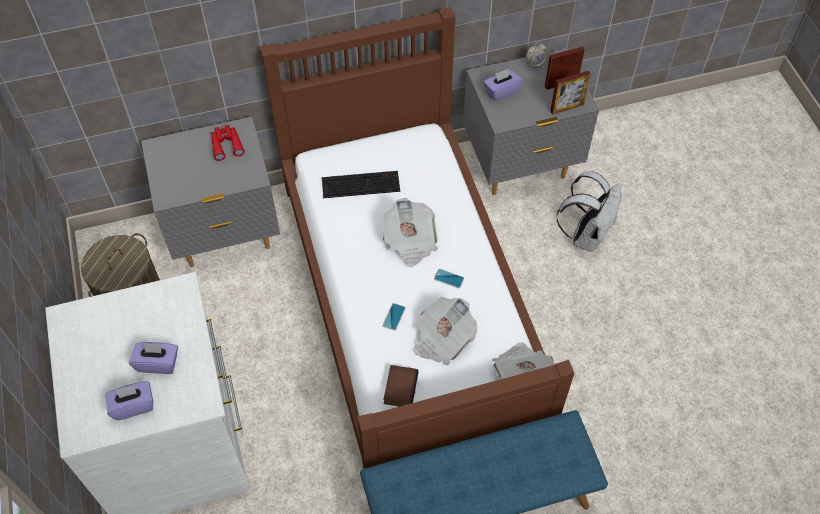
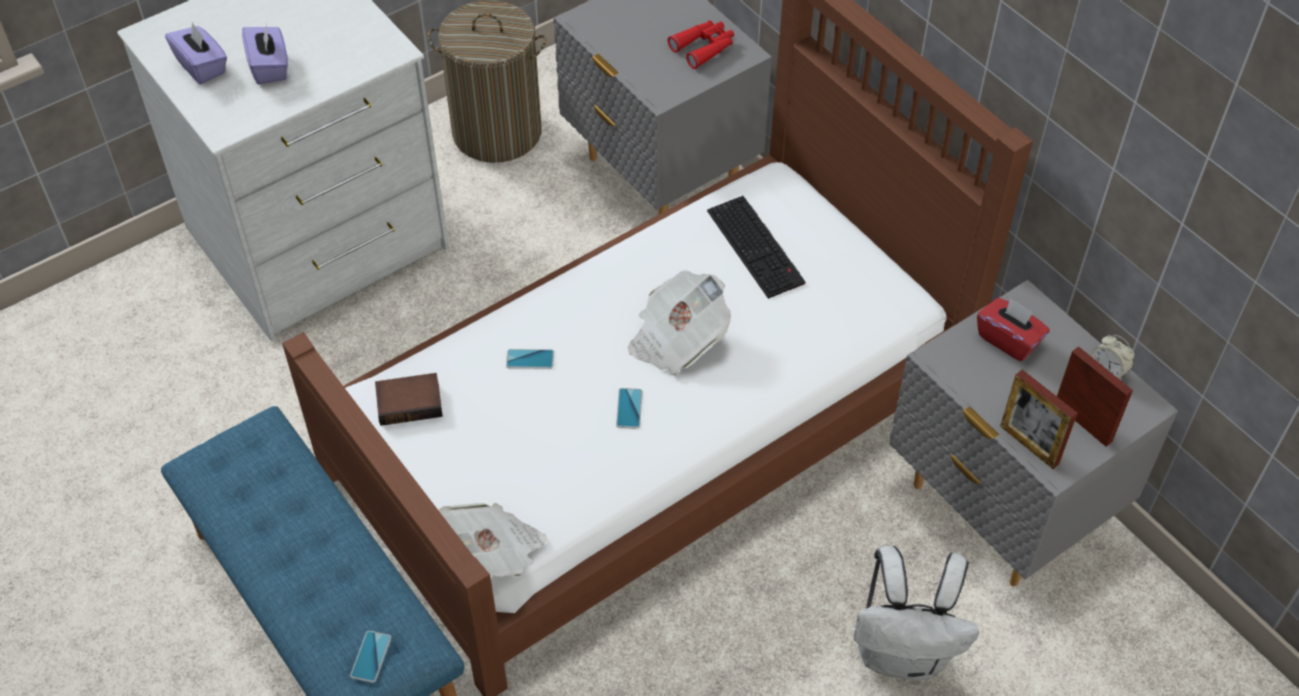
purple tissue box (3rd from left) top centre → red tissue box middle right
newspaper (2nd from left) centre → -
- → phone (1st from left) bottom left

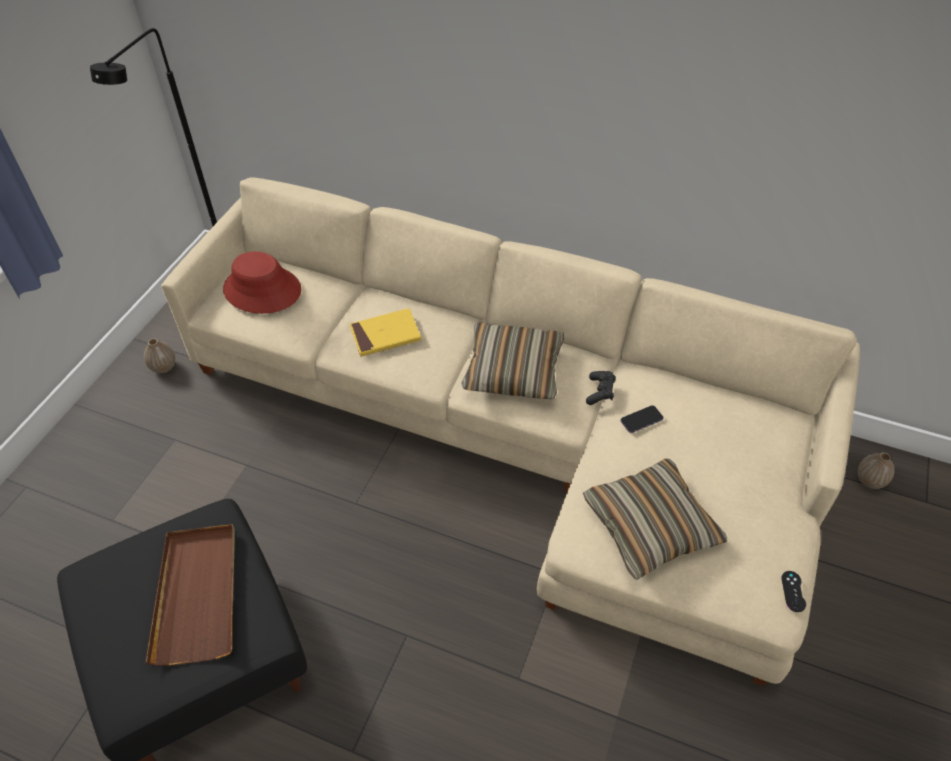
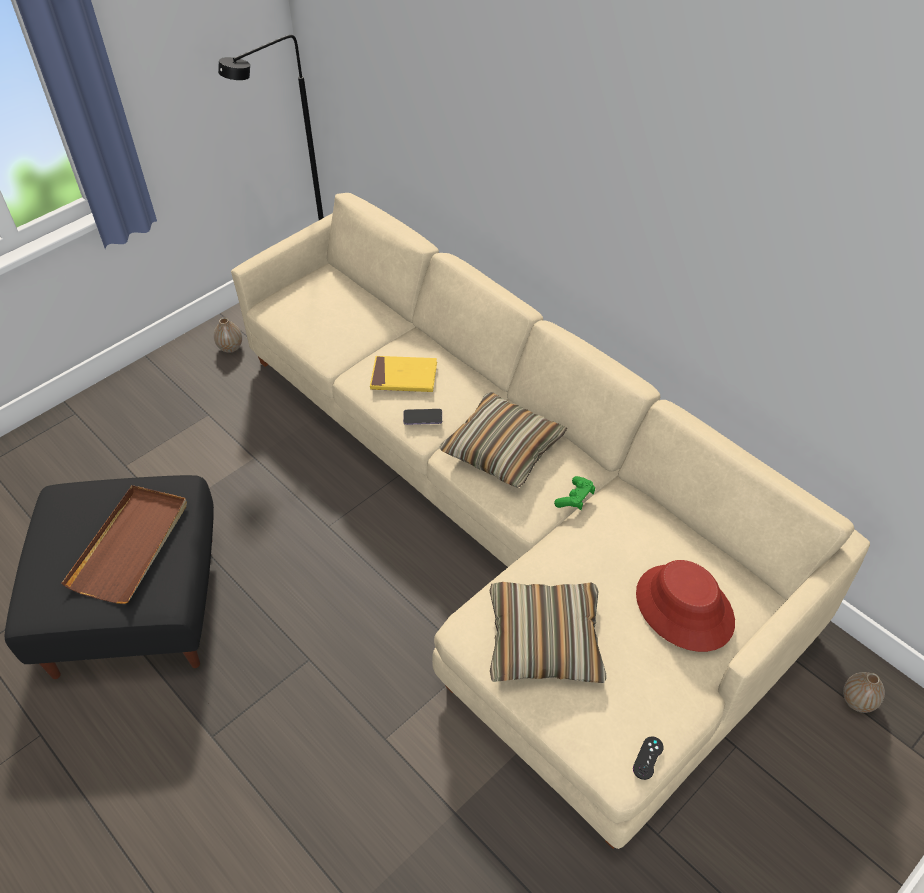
red hat middle left → red hat bottom right, moved
black game controller (1st from left) centre → green game controller centre
phone middle right → phone centre, moved

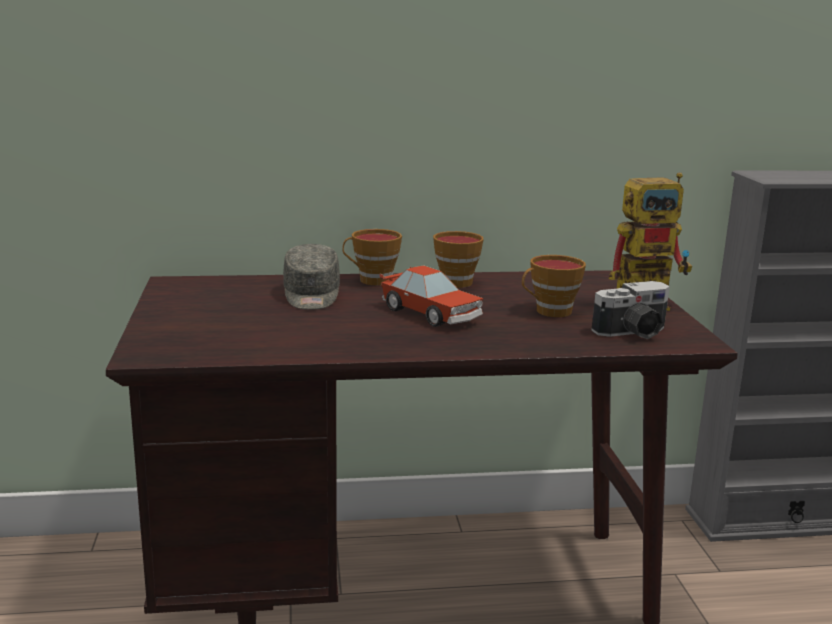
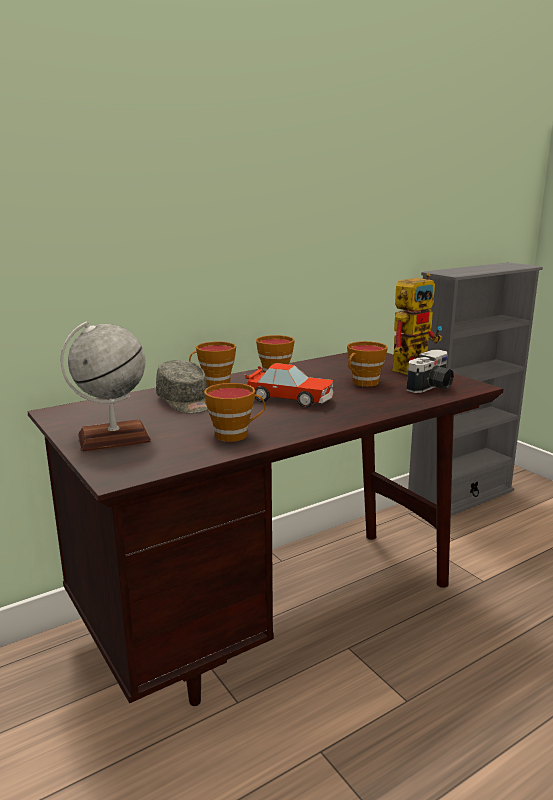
- → globe middle left
- → cup (2nd from left) centre

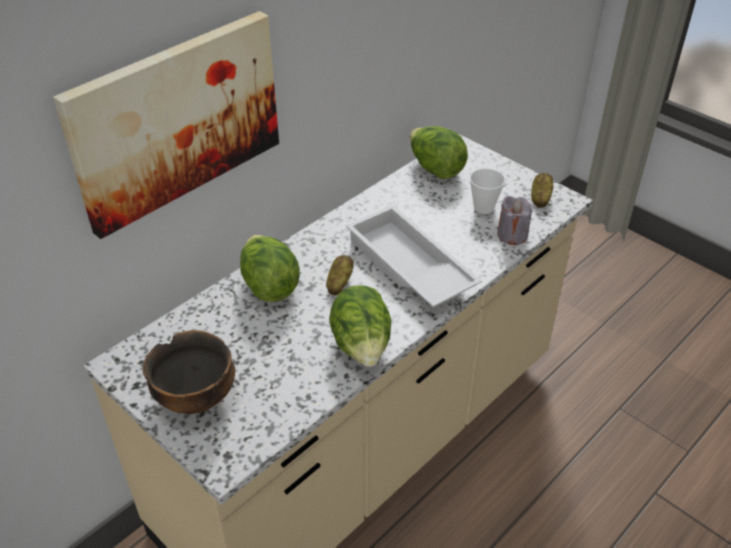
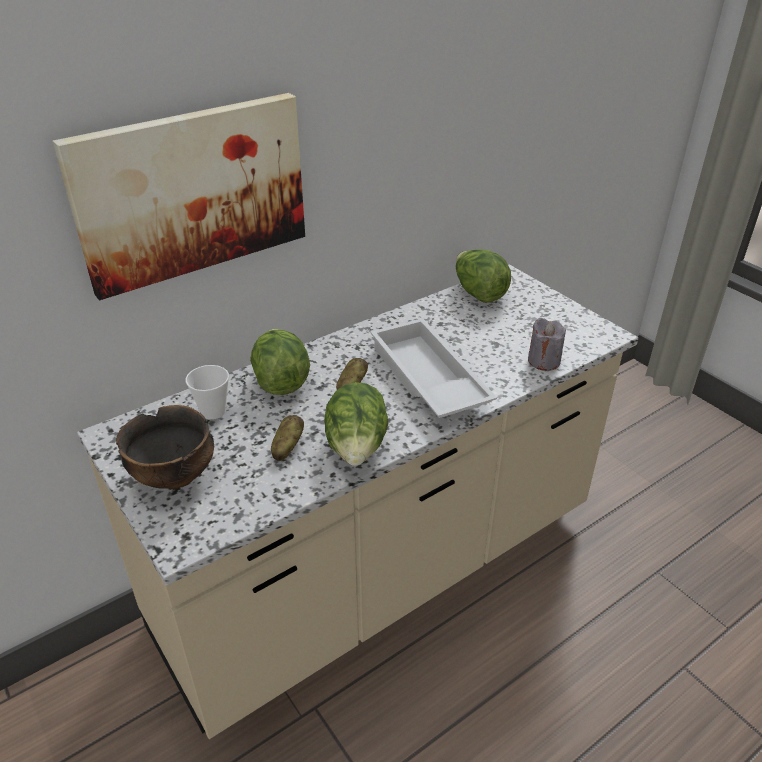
cup centre → cup middle left, moved
potato (2nd from left in the first image) middle right → potato (1st from left) centre, moved

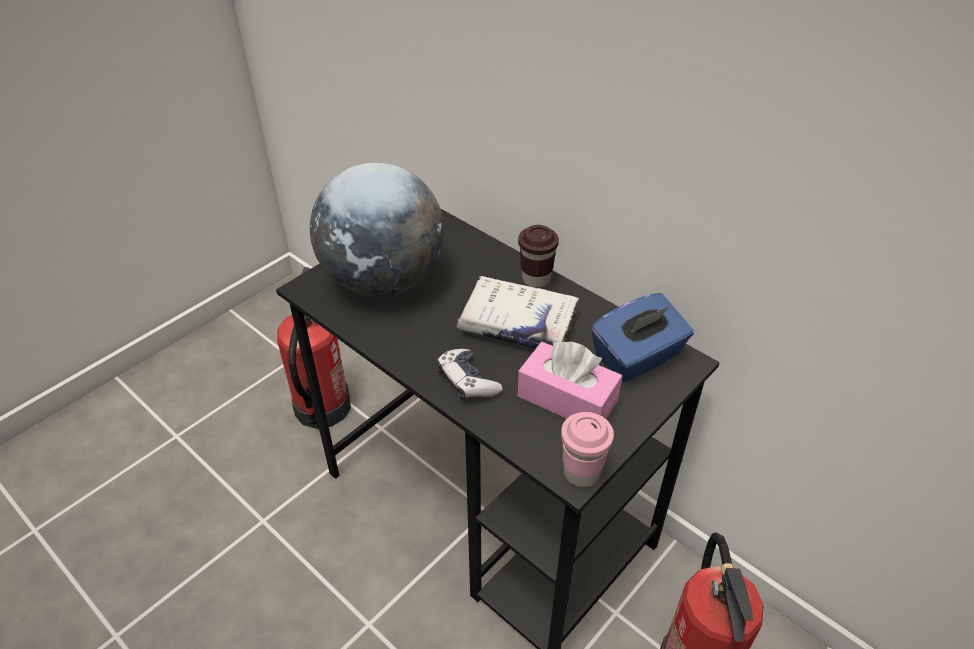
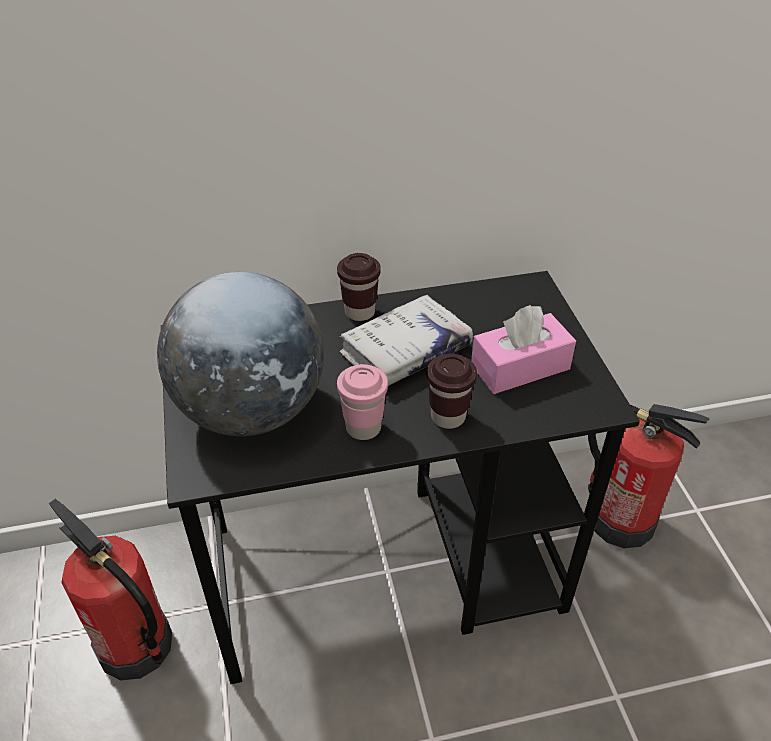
blue tissue box centre → -
game controller centre → brown cup (2nd from left) centre
pink cup bottom centre → pink cup centre, moved

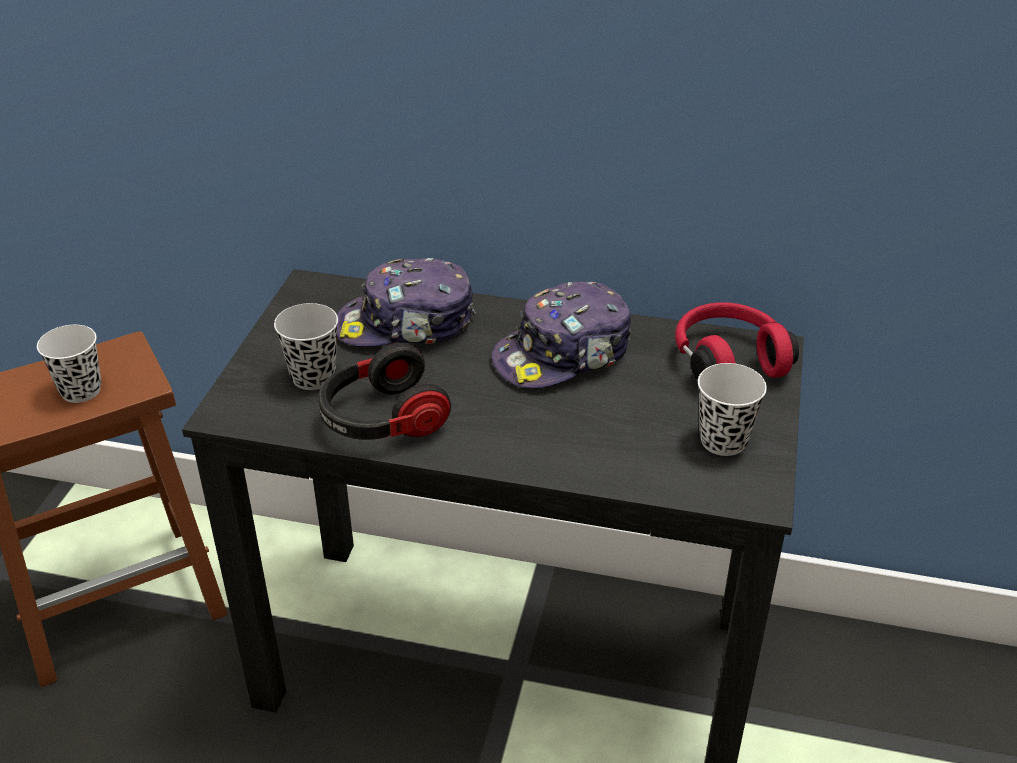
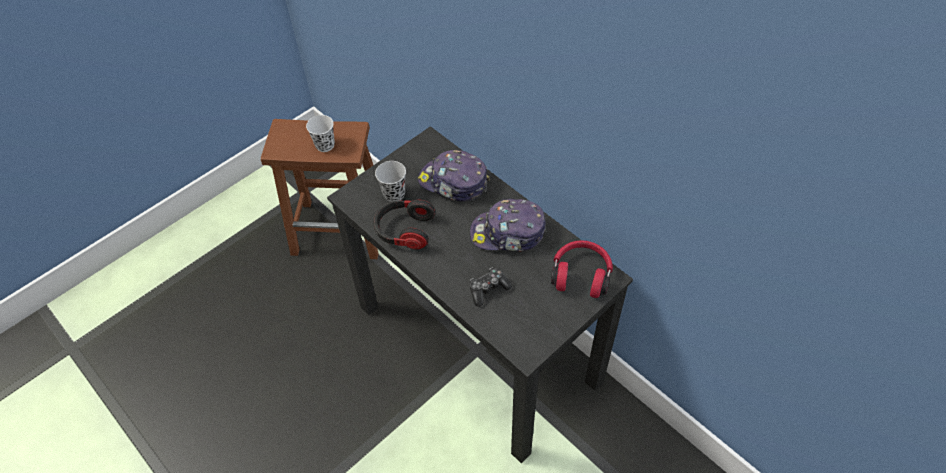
white cup (2nd from left) middle right → -
- → game controller centre

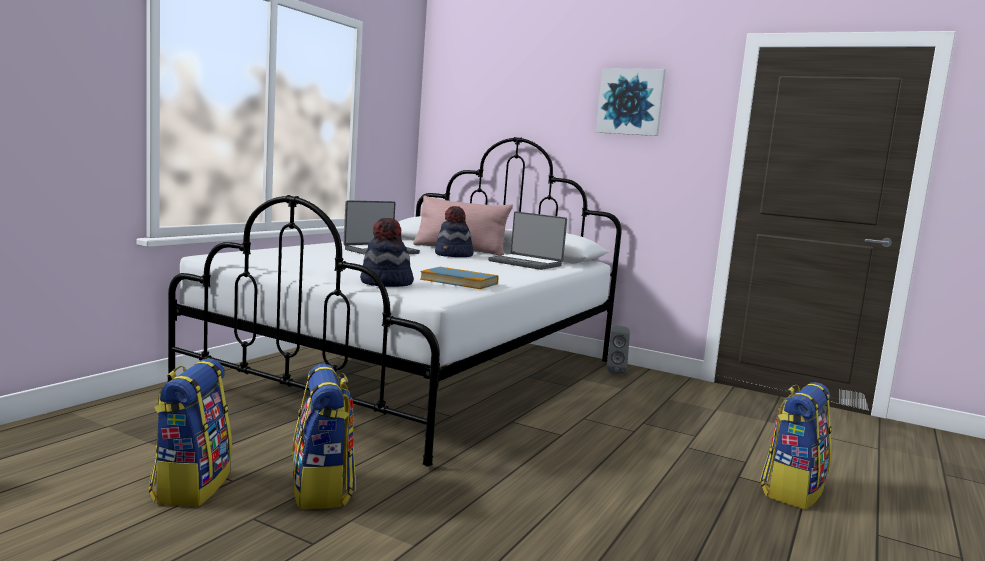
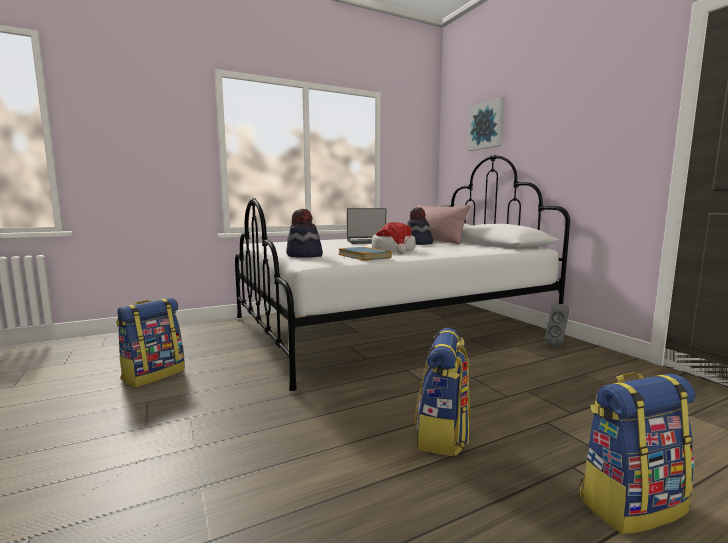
picture top centre → picture top right, moved
laptop (2nd from left) centre → -
backpack (2nd from left) bottom left → backpack (2nd from left) bottom centre, moved
- → hat (2nd from left) centre

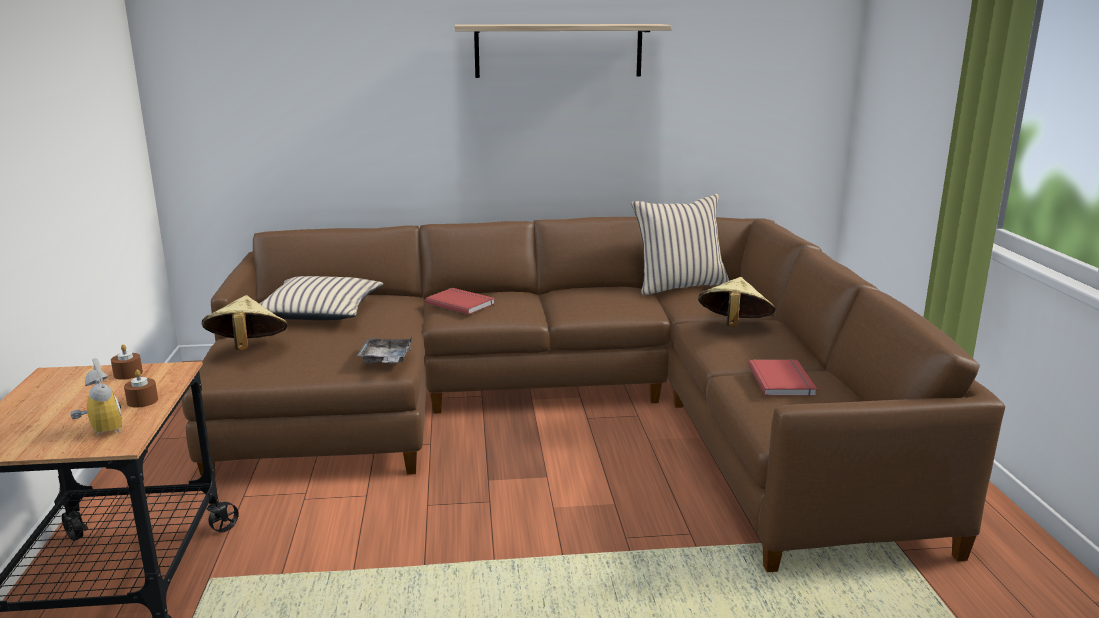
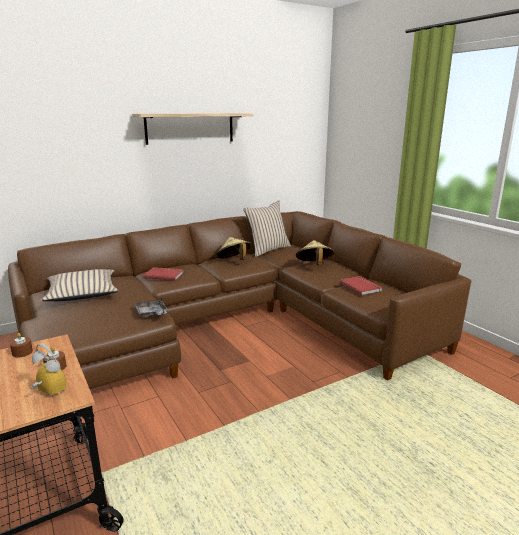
beige hat (1st from left) middle left → beige hat (1st from left) centre, moved

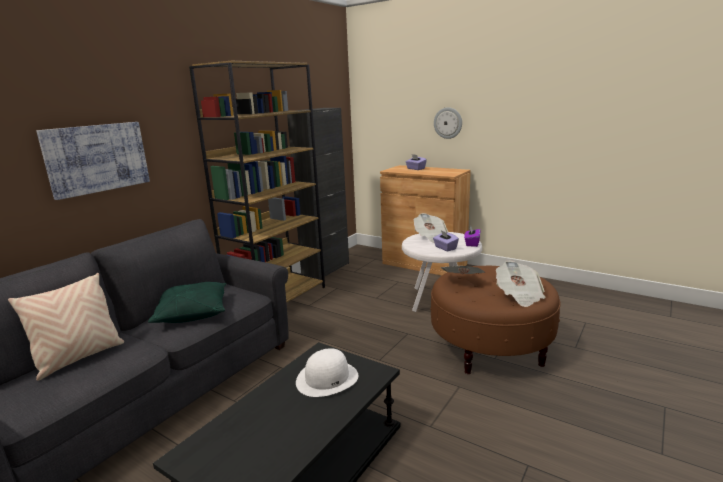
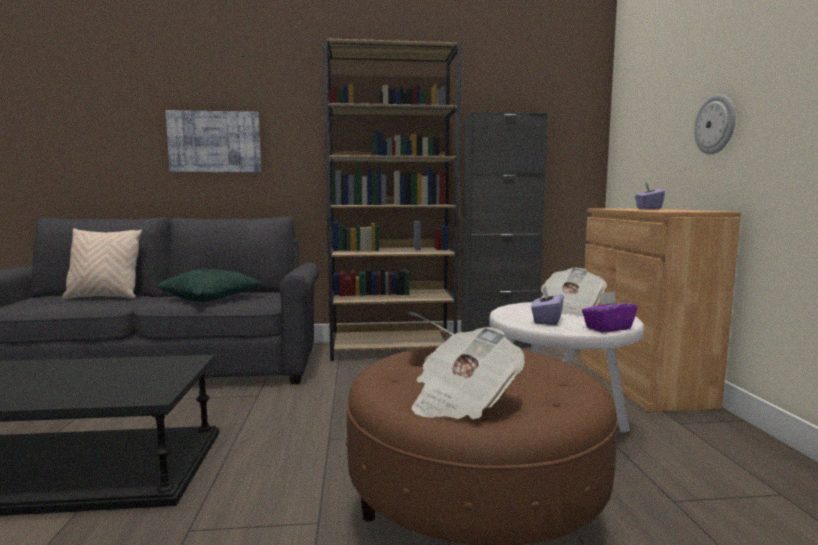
white hat bottom centre → -

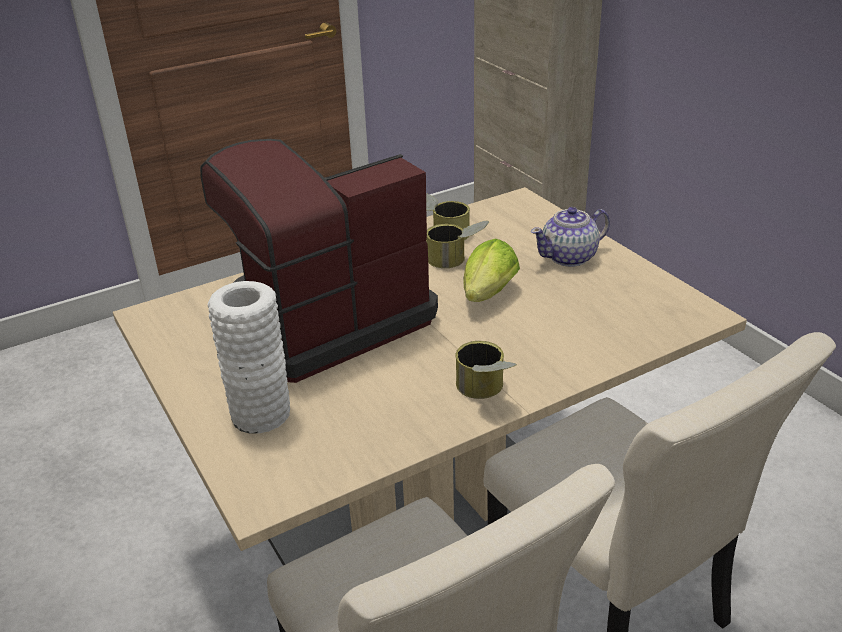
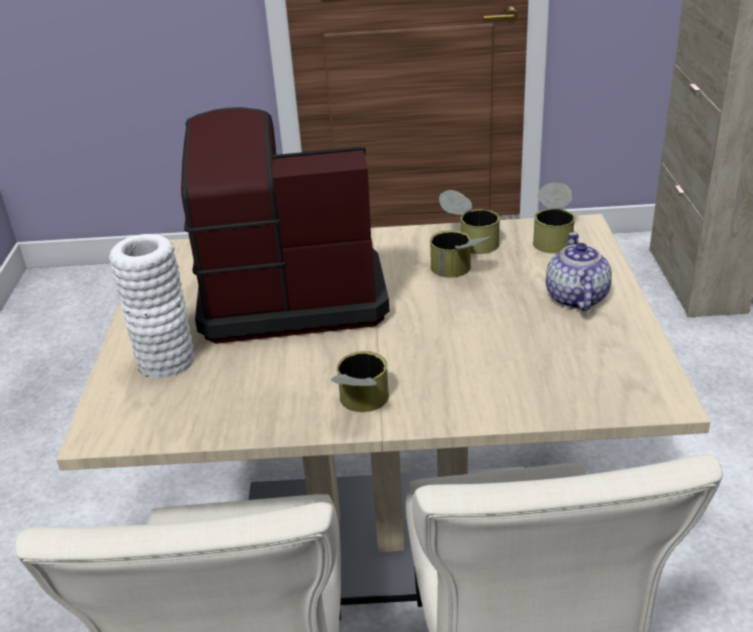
teapot middle right, 90 degrees clockwise
lettuce centre → -
- → can (4th from left) middle right

